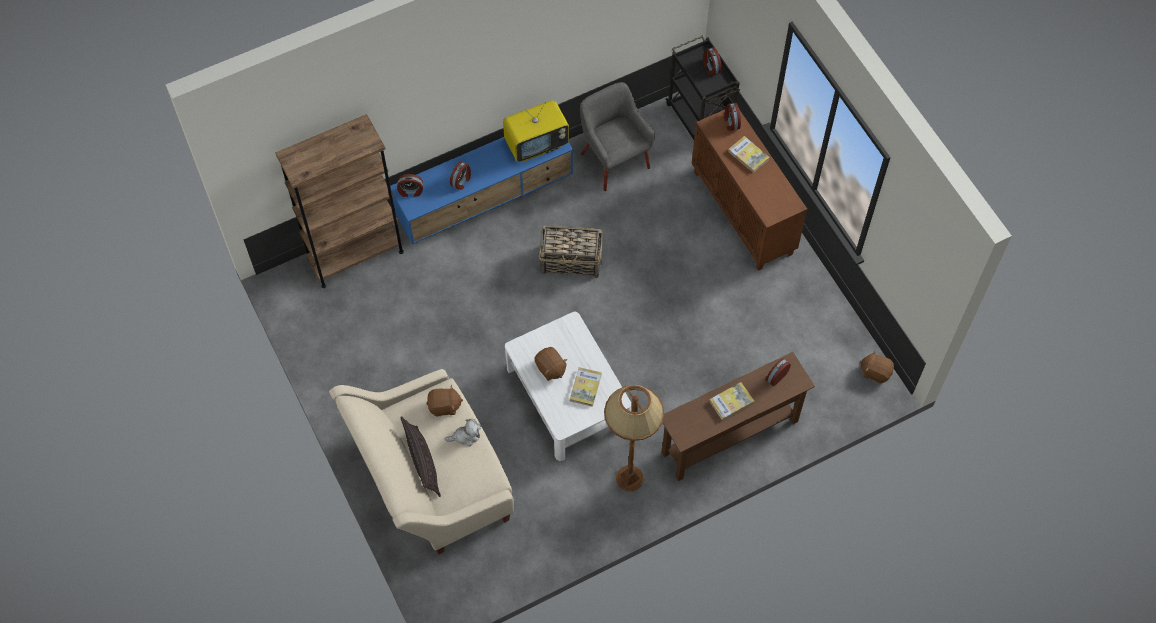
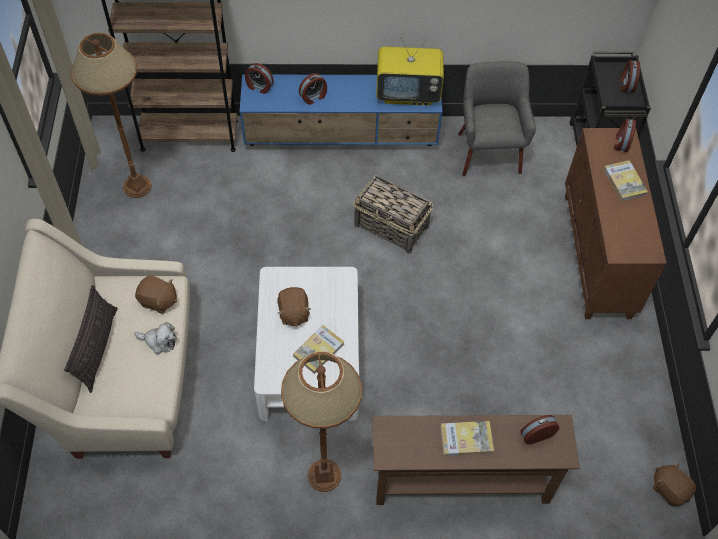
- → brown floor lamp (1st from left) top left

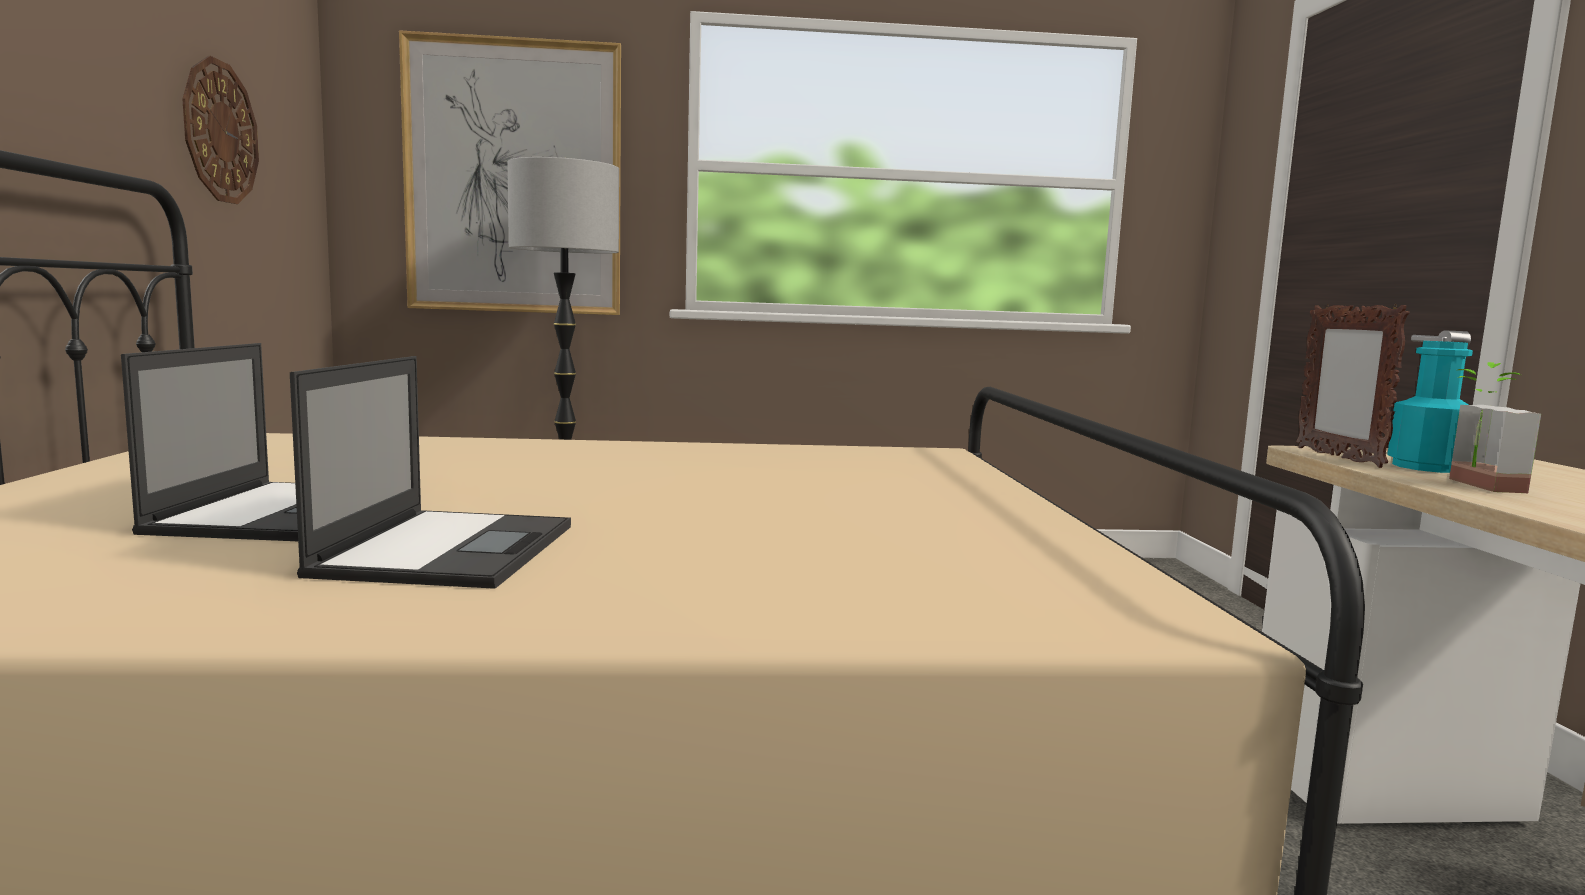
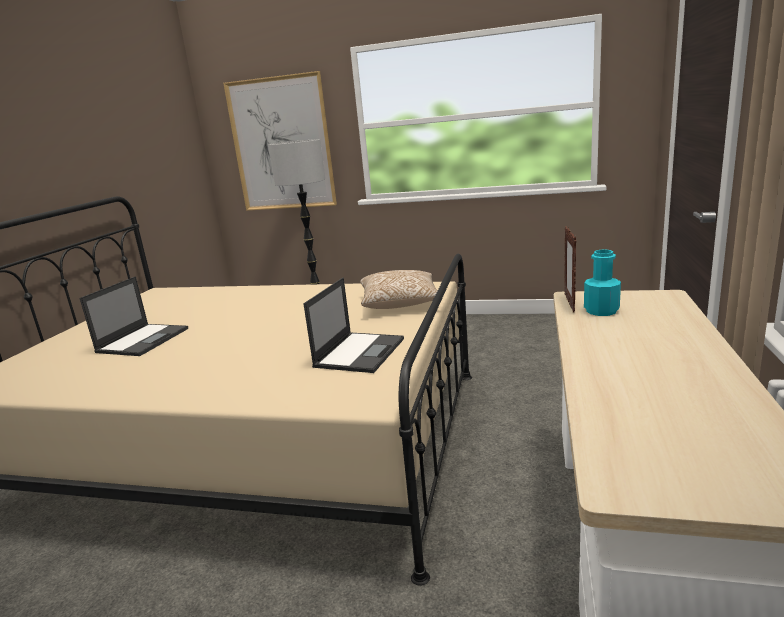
wall clock top left → -
laptop (2nd from left) middle left → laptop (2nd from left) centre, moved
potted plant middle right → -
- → pillow centre

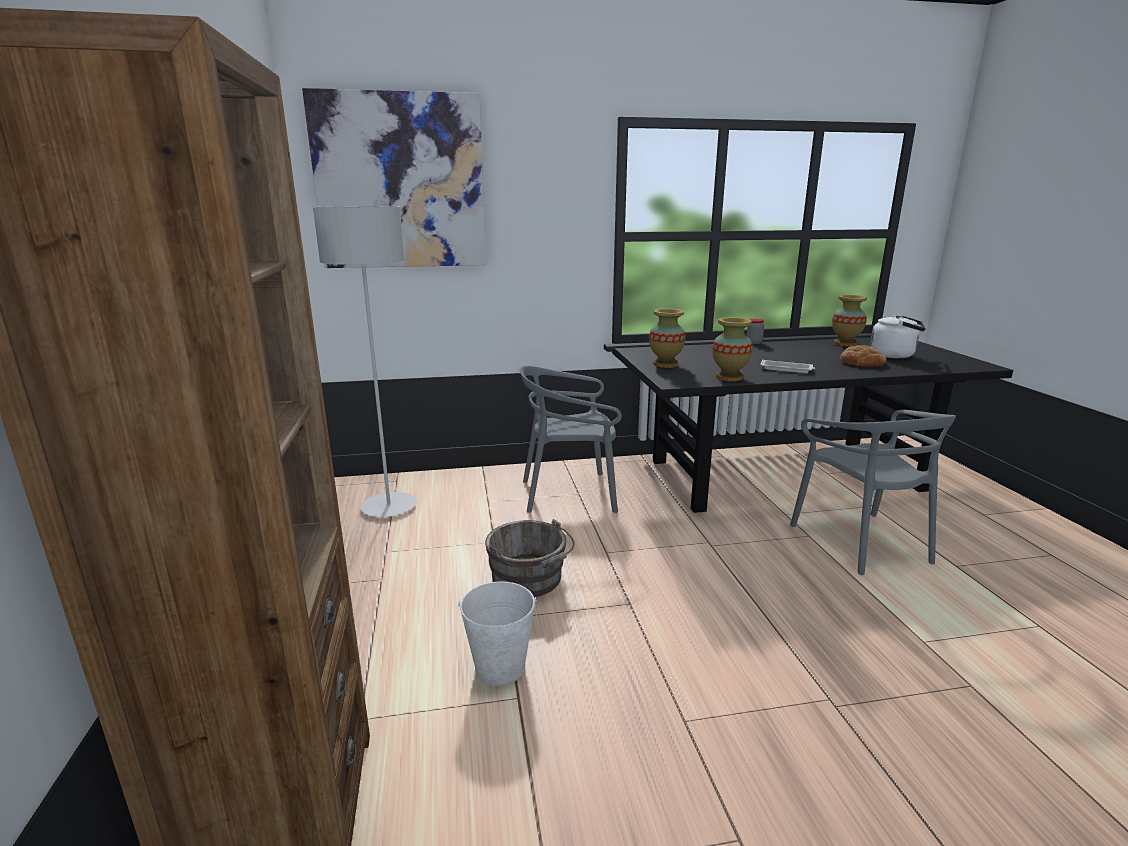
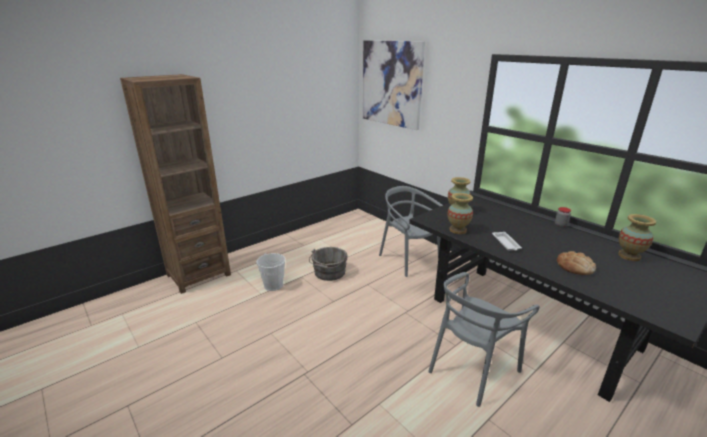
grey floor lamp middle left → -
white kettle middle right → -

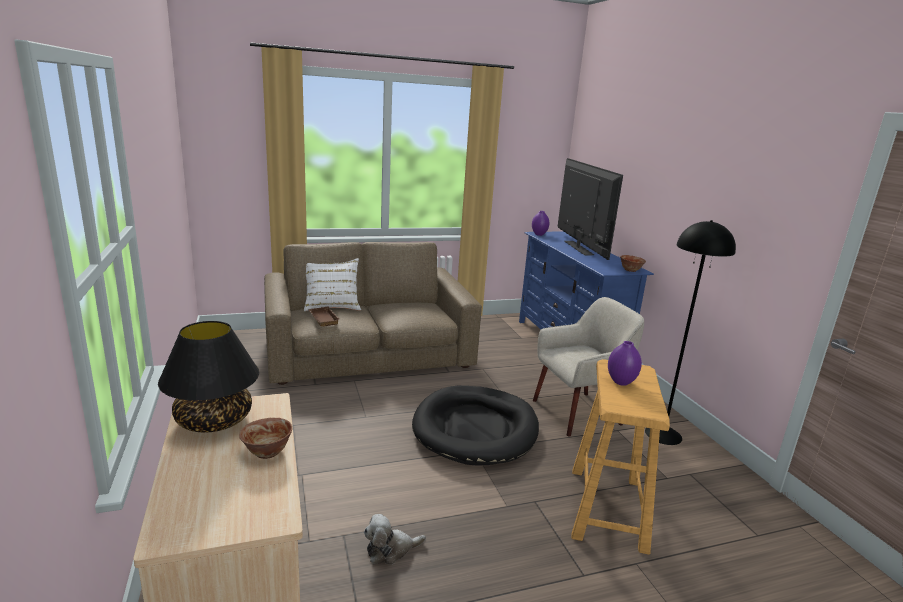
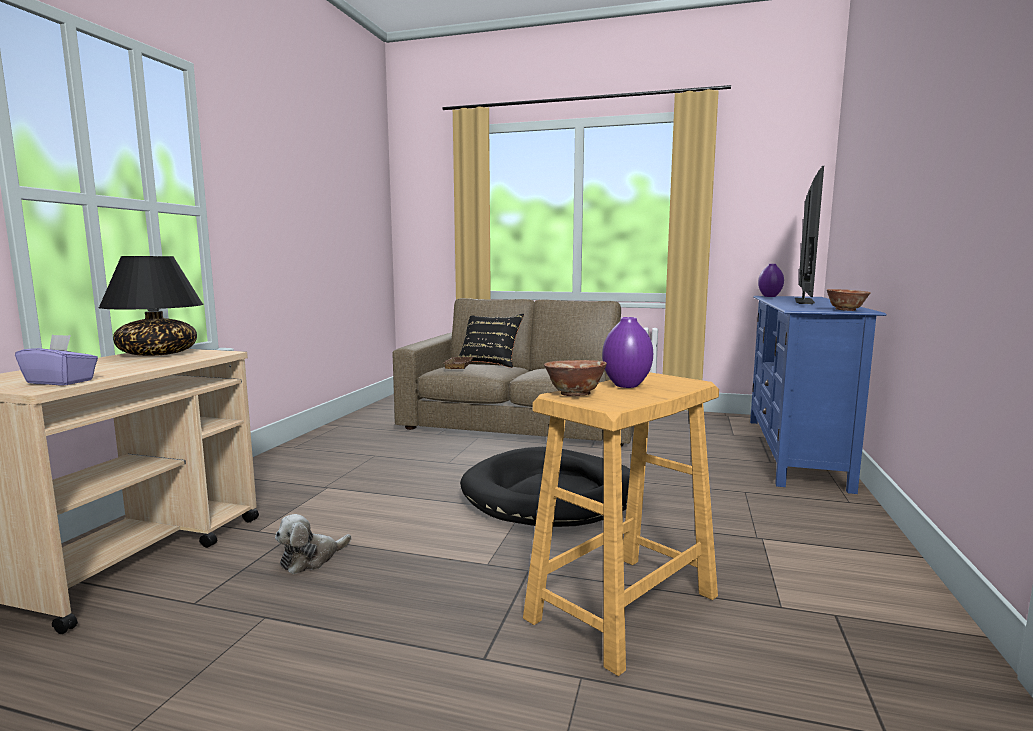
black floor lamp middle right → -
white pillow centre → black pillow centre
beige armchair centre → -
bowl (1st from left) bottom left → bowl (1st from left) centre, moved
plush toy bottom centre → plush toy bottom left, 60 degrees counterclockwise
- → purple tissue box middle left

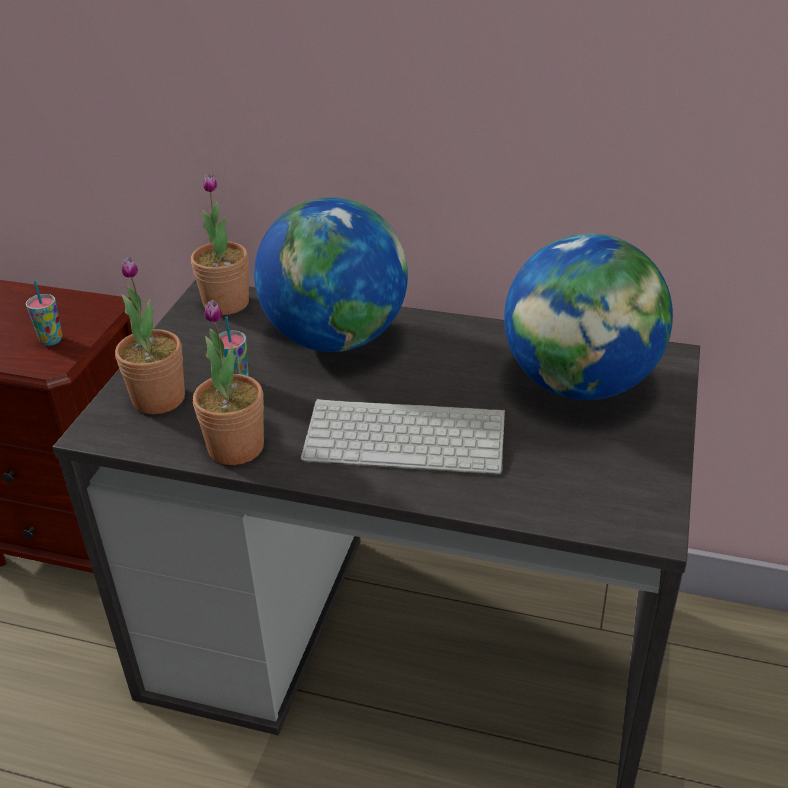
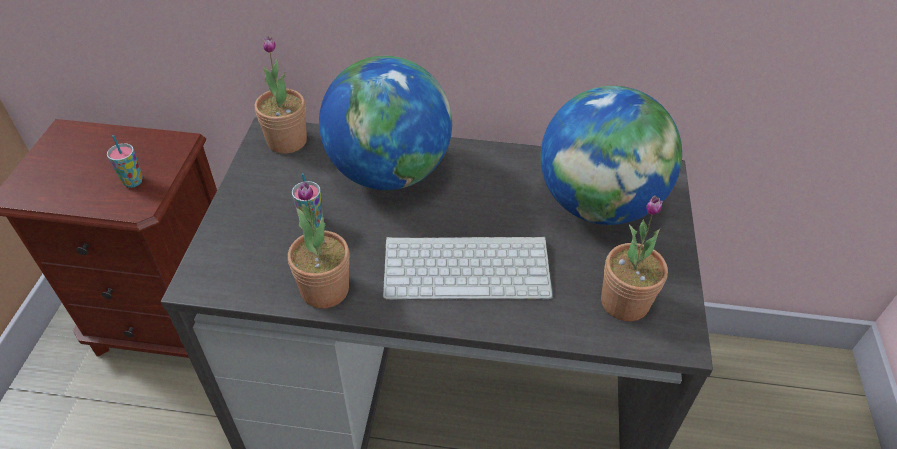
potted plant (1st from left in the first image) middle left → potted plant (3rd from left) middle right, moved

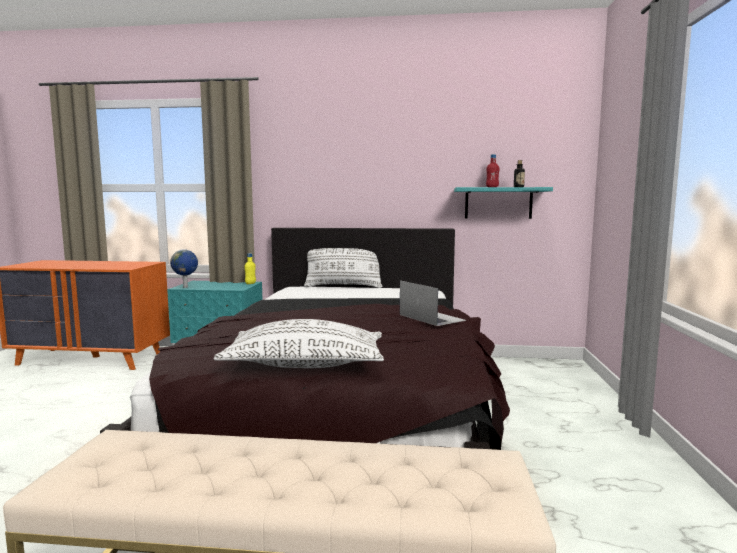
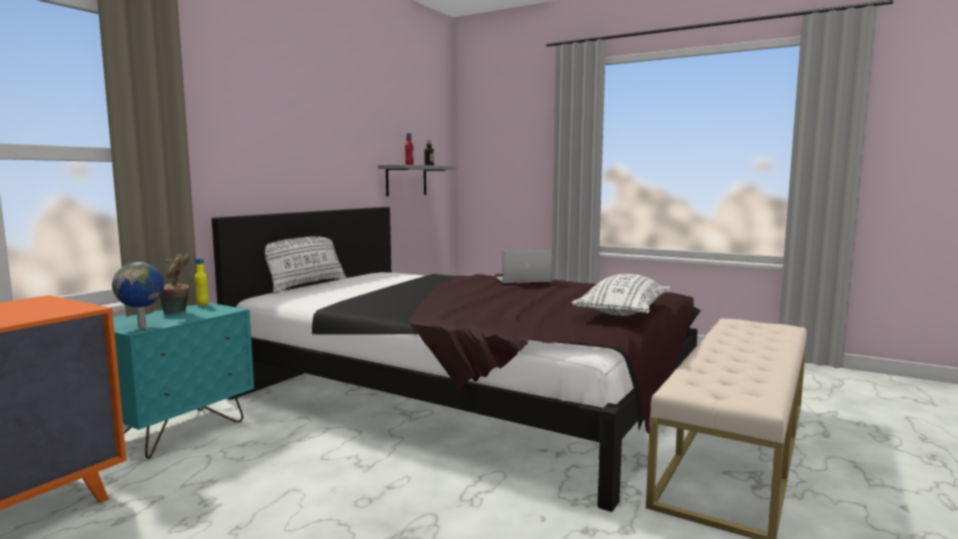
turquoise shelf middle right → grey shelf centre
- → potted plant middle left

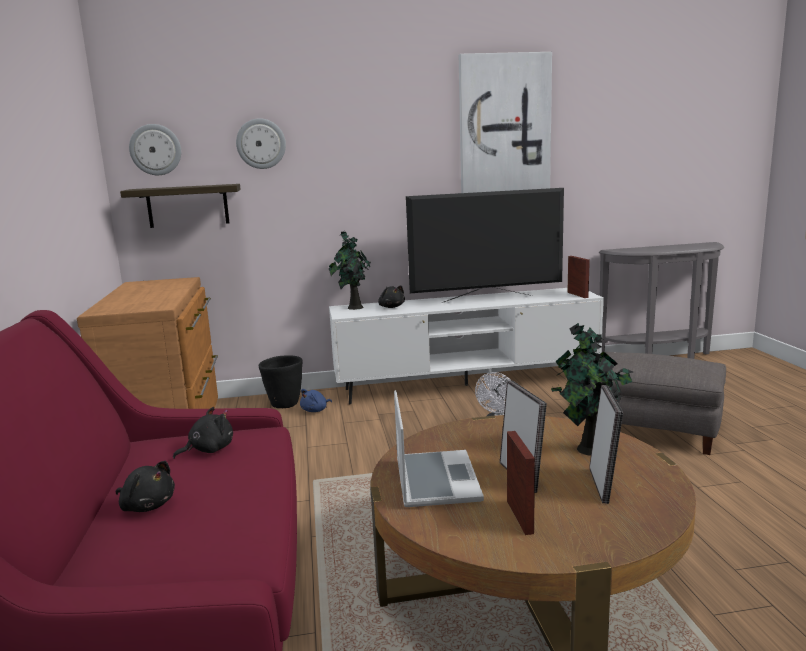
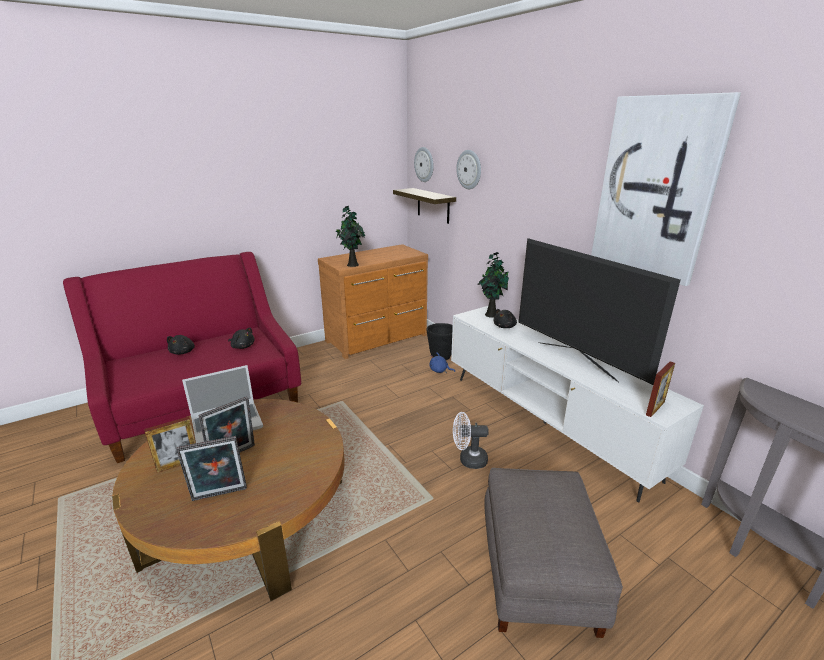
potted plant (2nd from left in the first image) middle right → potted plant (1st from left) centre, moved

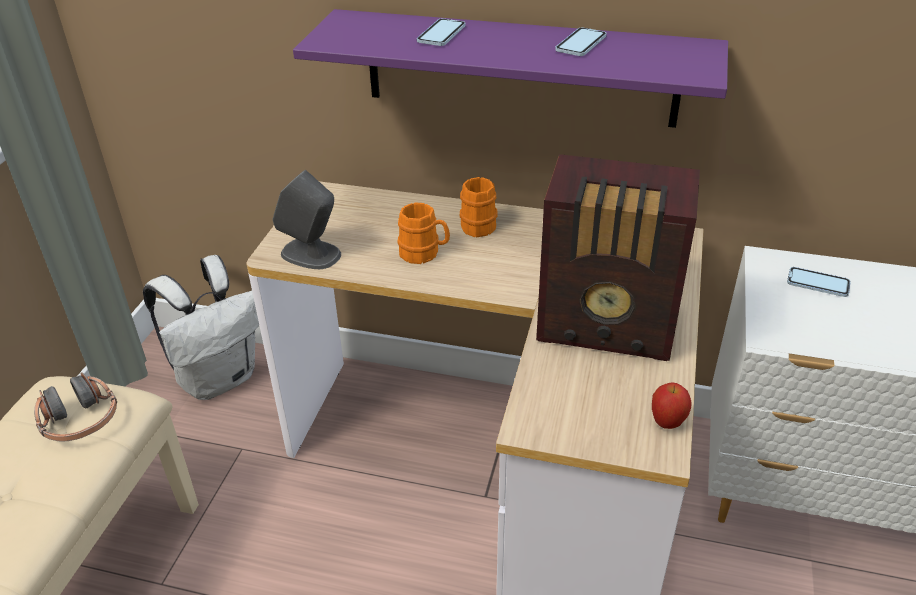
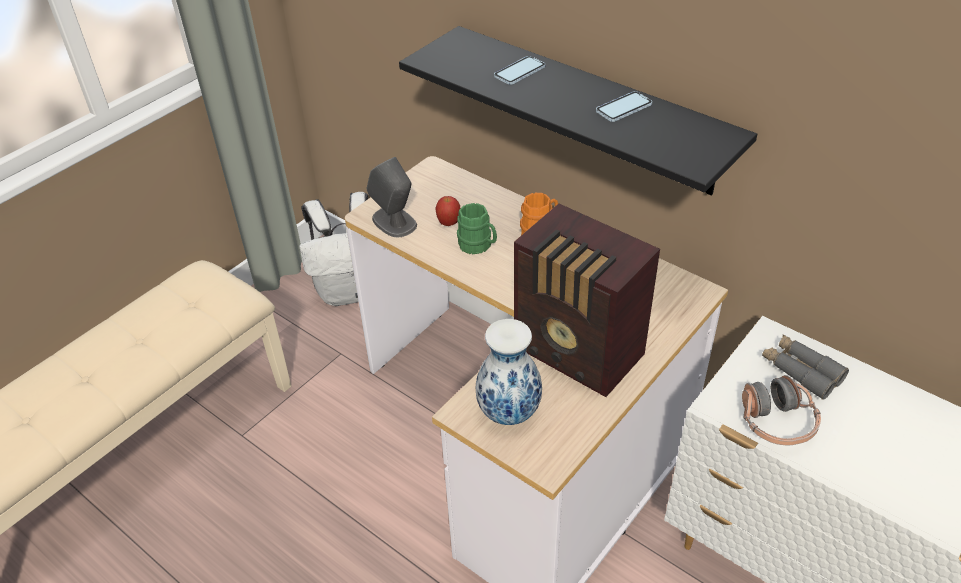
purple shelf top centre → black shelf top centre
orange mug (1st from left) centre → green mug centre
phone (3rd from left) middle right → grey binoculars middle right
headphones bottom left → headphones bottom right, moved
apple bottom right → apple centre, moved
- → vase centre

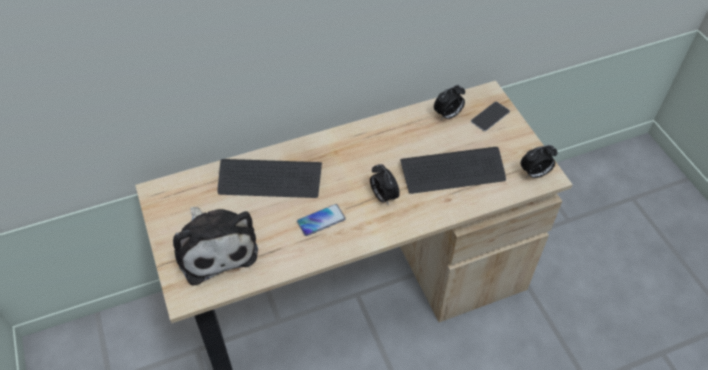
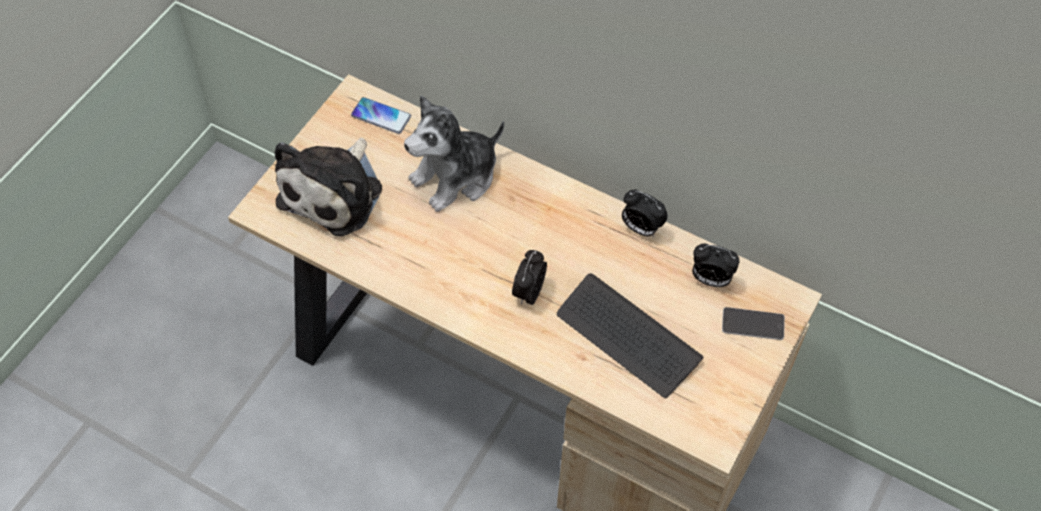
alarm clock (3rd from left in the first image) middle right → alarm clock (2nd from left) centre, moved
keyboard (1st from left) centre → plush toy (2nd from left) top centre
phone (1st from left) centre → phone (1st from left) top centre, moved

